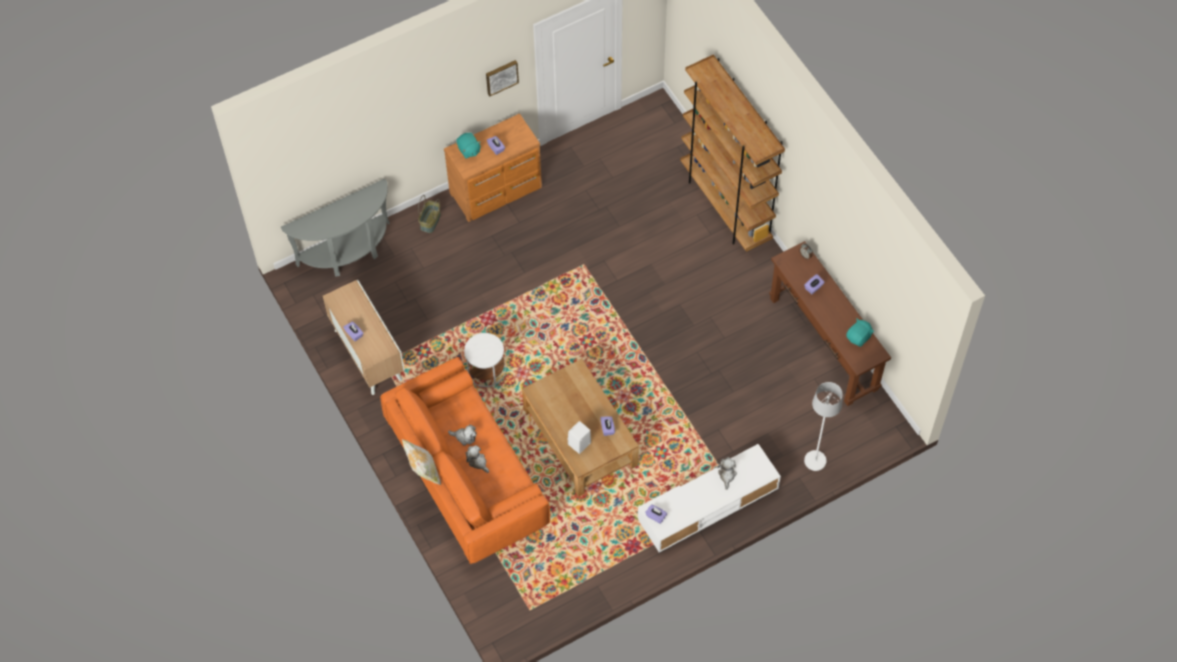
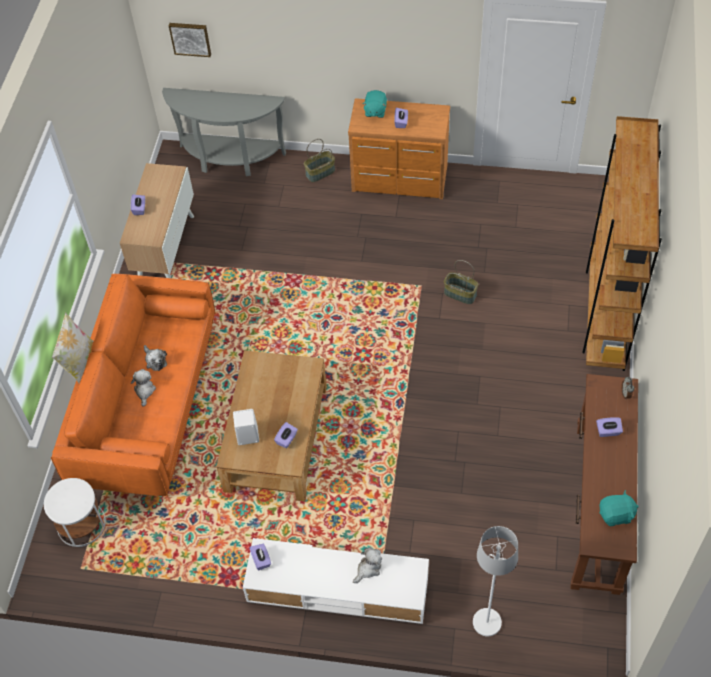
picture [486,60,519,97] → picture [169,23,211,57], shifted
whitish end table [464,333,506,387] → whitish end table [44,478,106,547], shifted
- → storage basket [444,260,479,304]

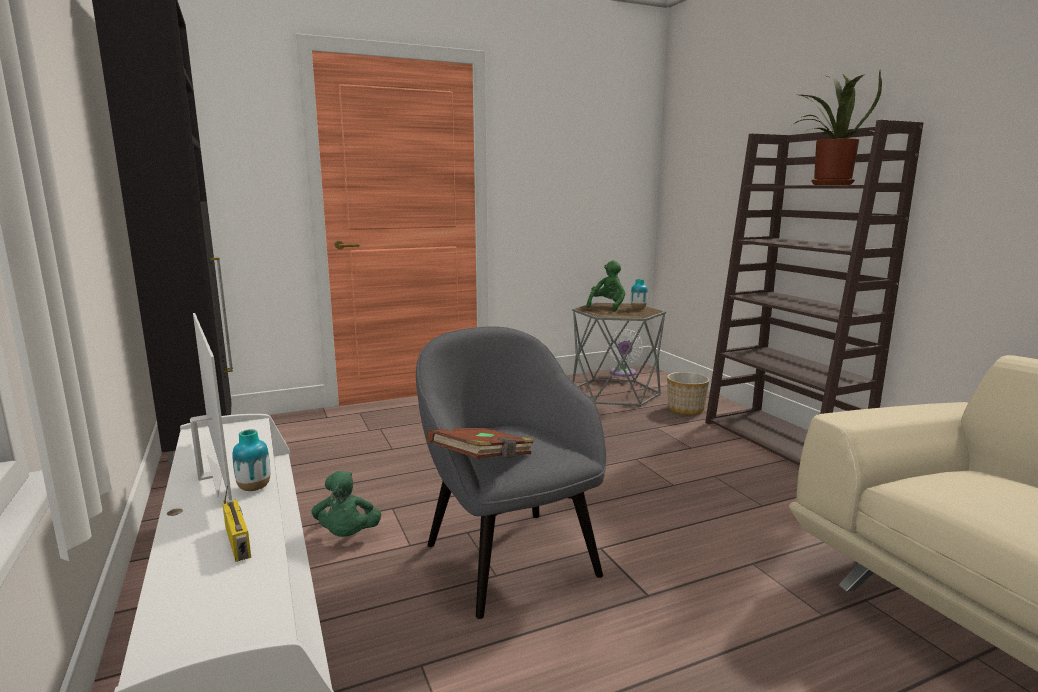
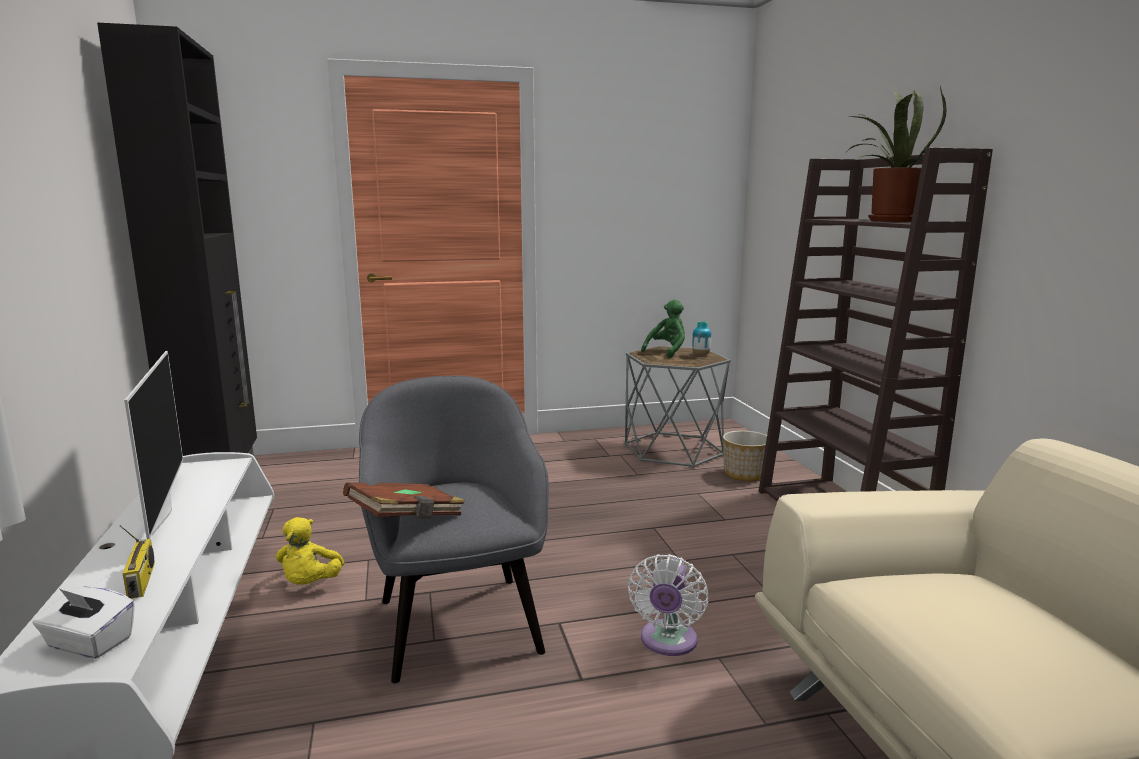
whitish fan [607,329,643,377] → whitish fan [628,554,708,656], shifted
vase [232,429,270,491] → -
greenish plush toy [311,471,381,537] → yellow plush toy [276,517,344,585]
- → whitish tissue holder [33,586,135,659]

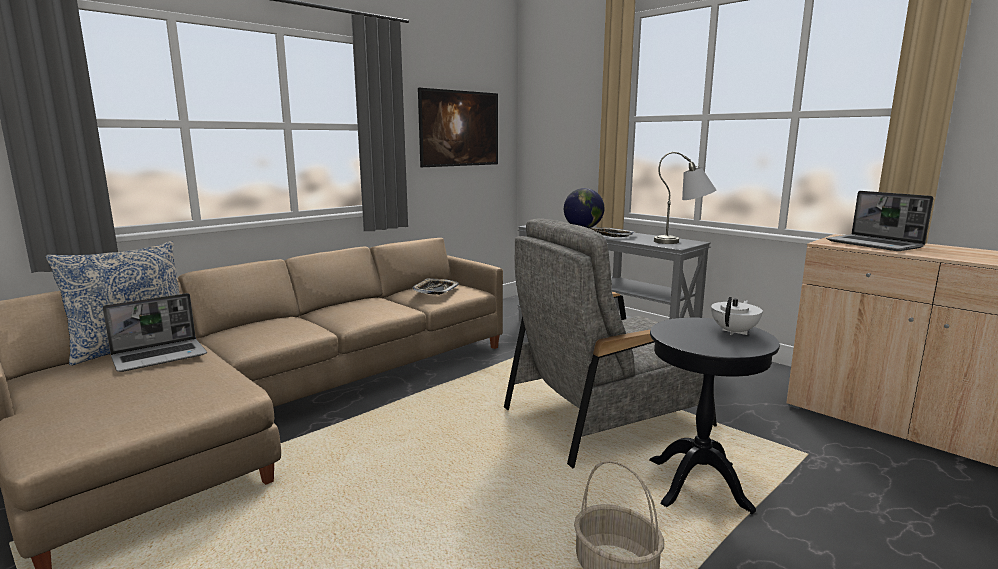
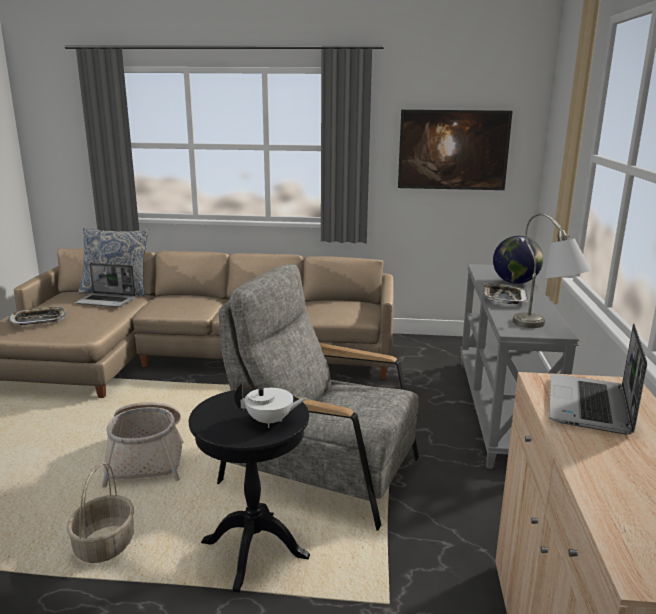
carrying tray [412,279,459,295] → carrying tray [8,306,66,325], shifted
- → storage basket [101,402,184,488]

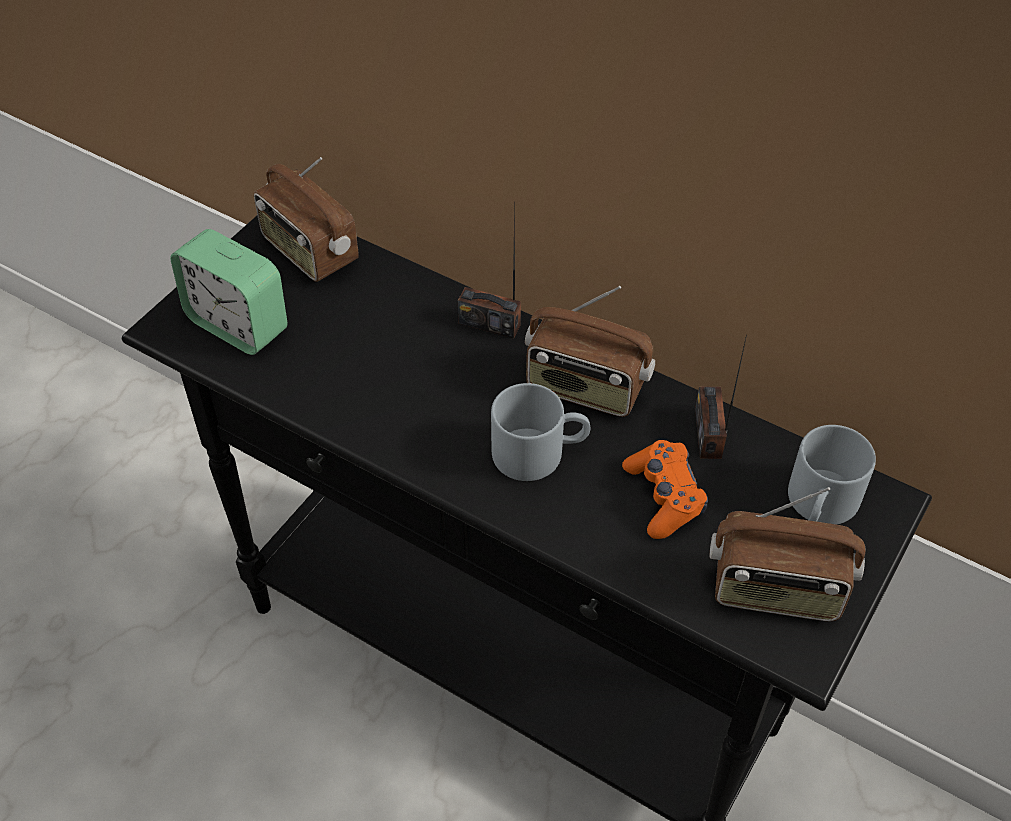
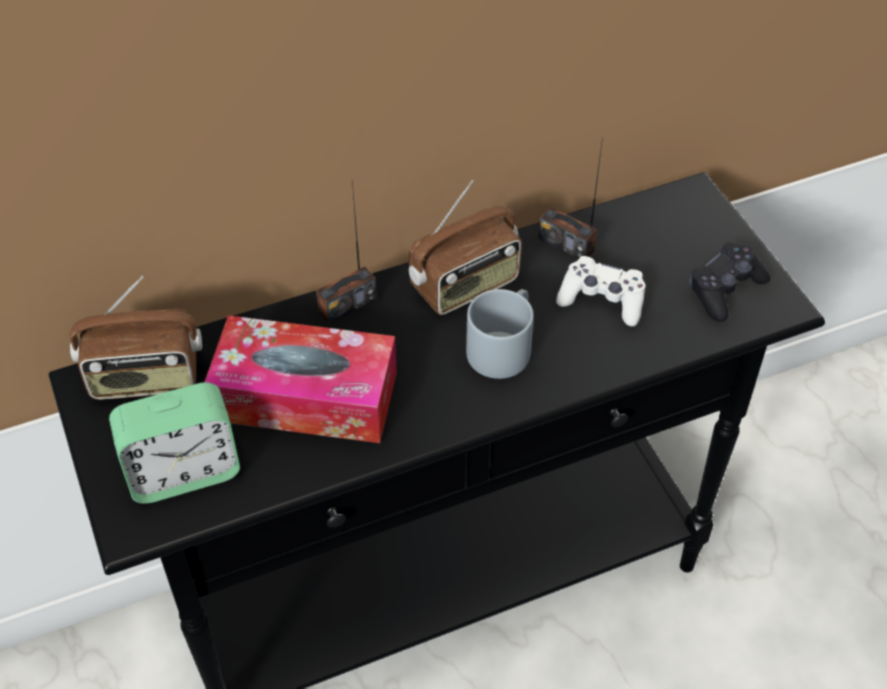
greyish mug [788,425,876,525] → -
orange game controller [622,440,708,539] → whitish game controller [556,256,645,326]
radio set [710,487,865,621] → blackish game controller [689,242,770,322]
- → tissue holder [205,315,397,443]

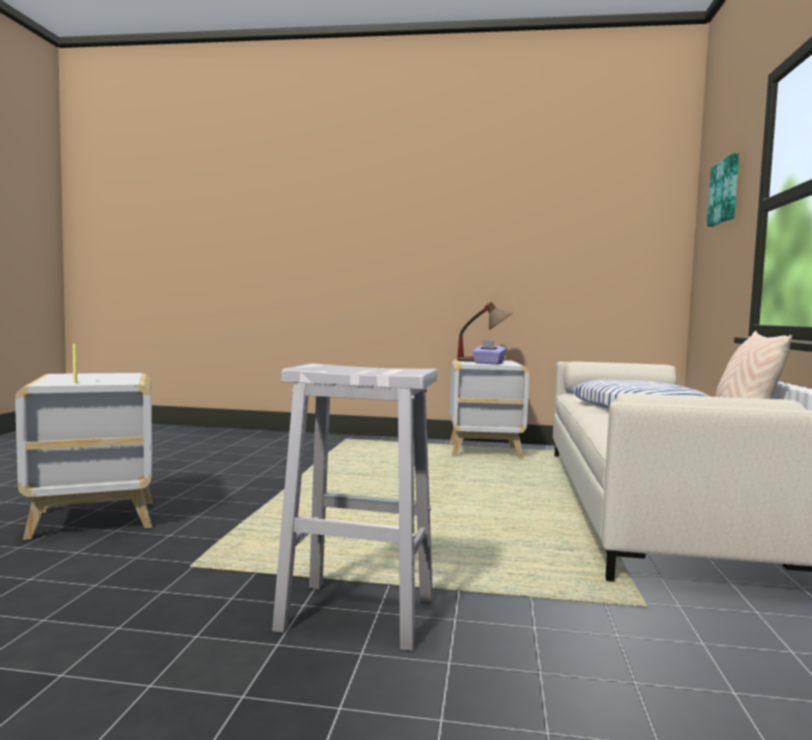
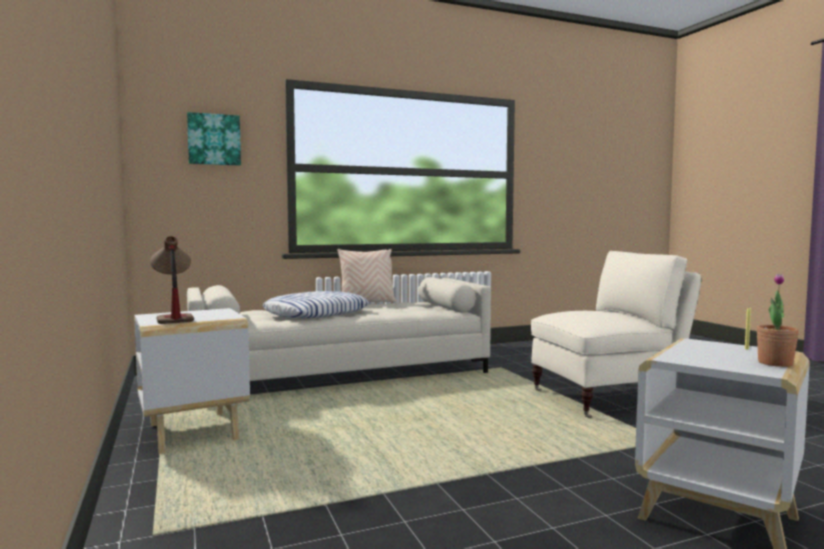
purple tissue holder [472,340,506,365] → -
whitish stool seat [272,363,437,651] → sand-coloured easy chair [531,251,701,418]
- → plant in a pot [756,274,799,367]

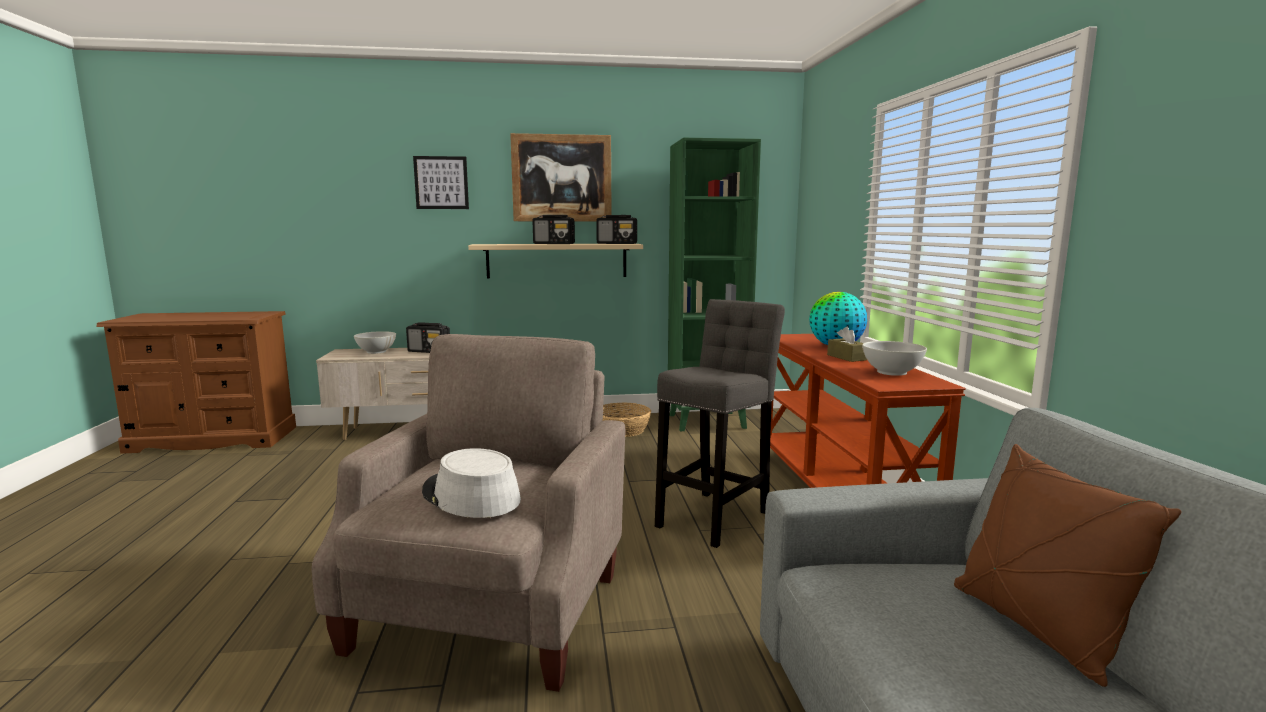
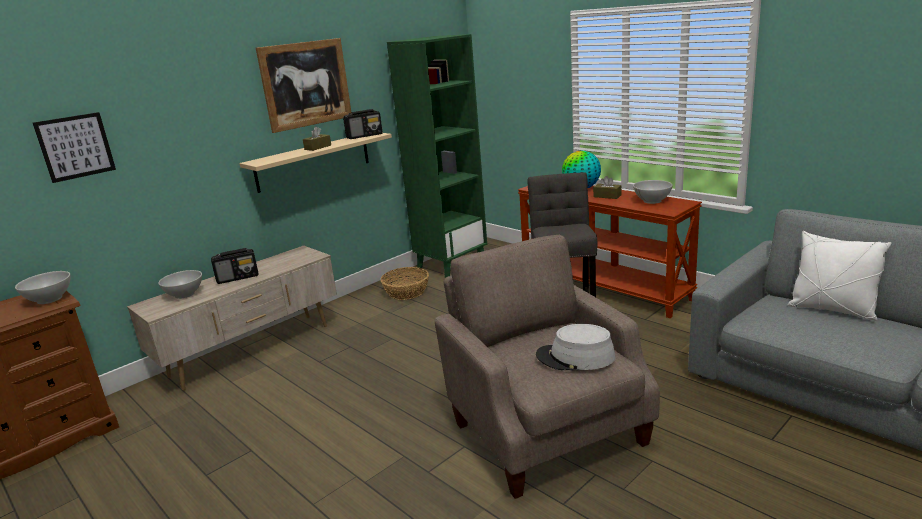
picture [413,156,469,209] → picture [33,112,116,183], shifted
radio set [532,215,575,244] → brown tissue holder [303,127,331,151]
brown throw pillow [954,444,1181,687] → whitish throw pillow [788,231,891,320]
- → whitish deep dish [15,271,71,304]

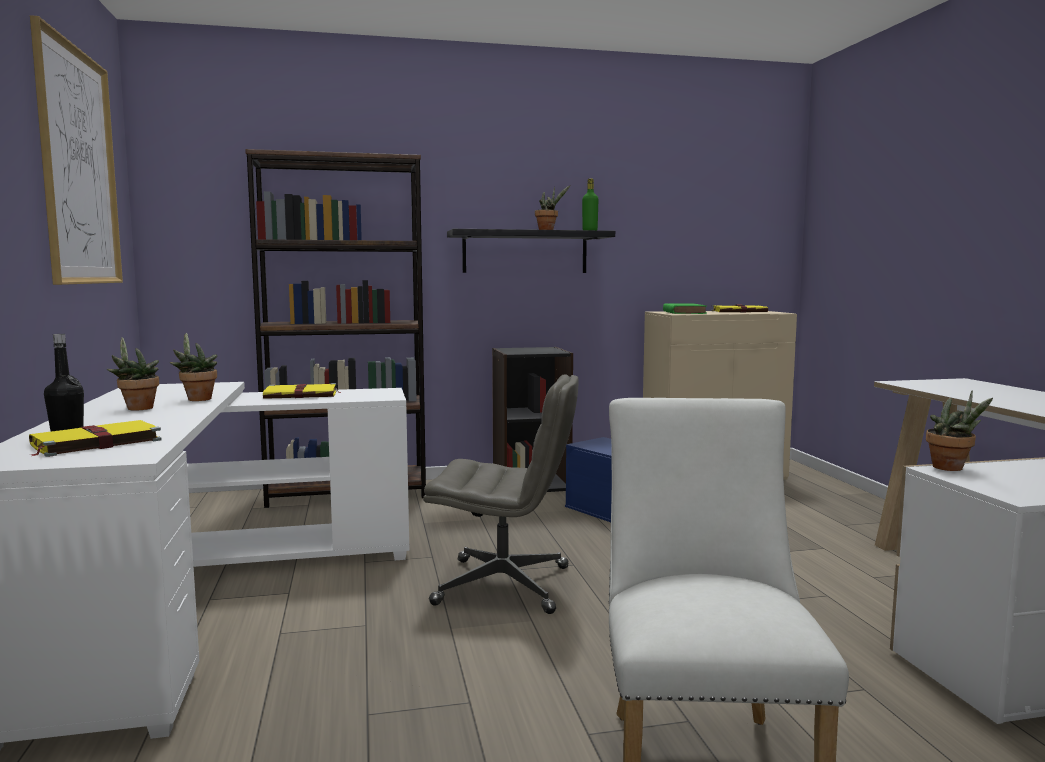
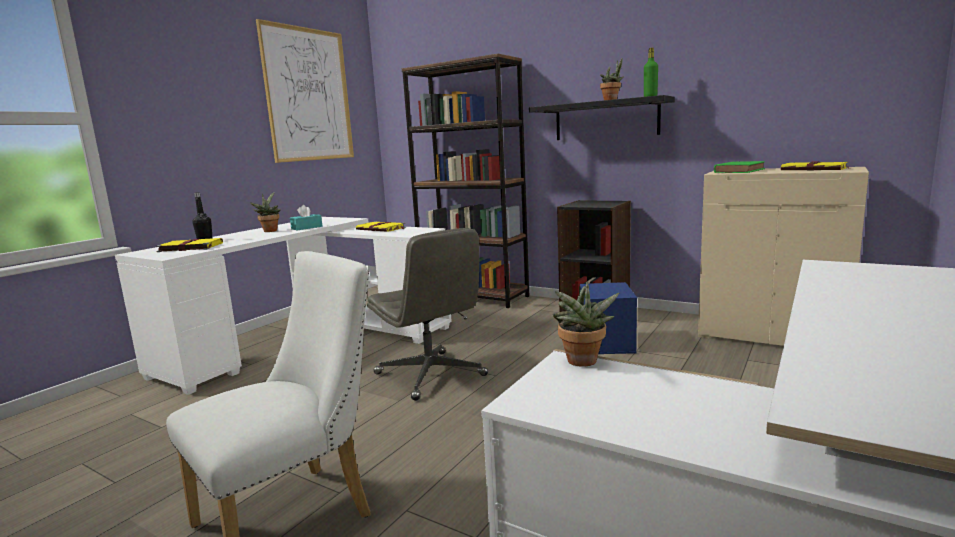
plant in a pot [170,333,218,401] → turquoise-coloured tissue holder [290,205,322,230]

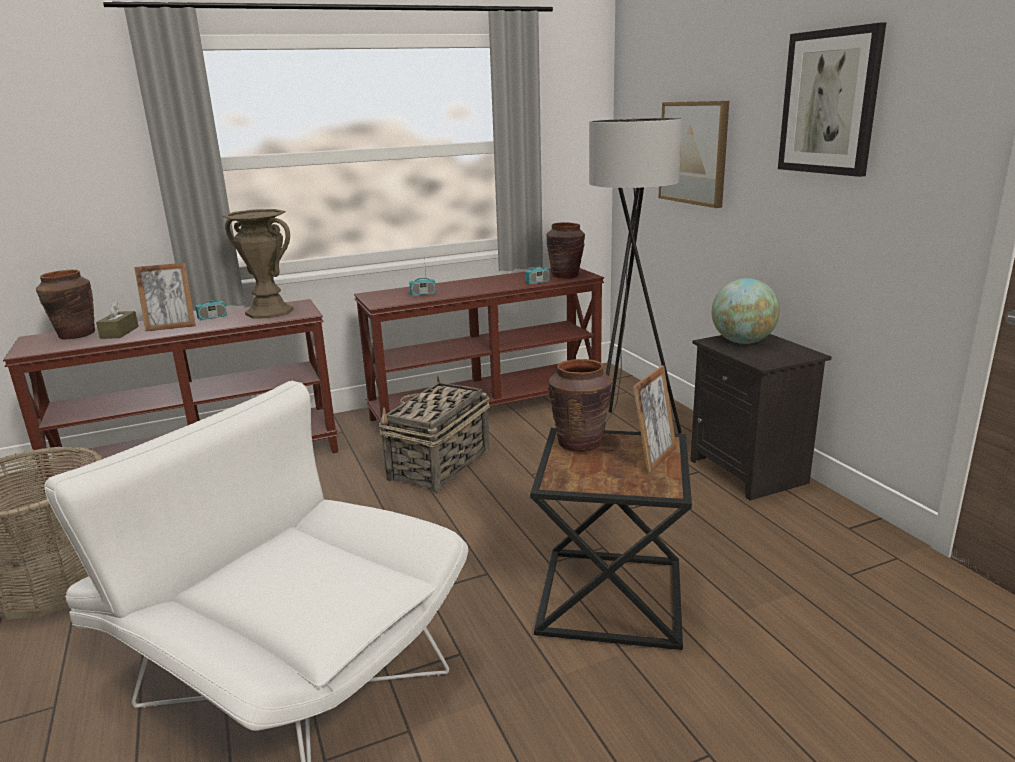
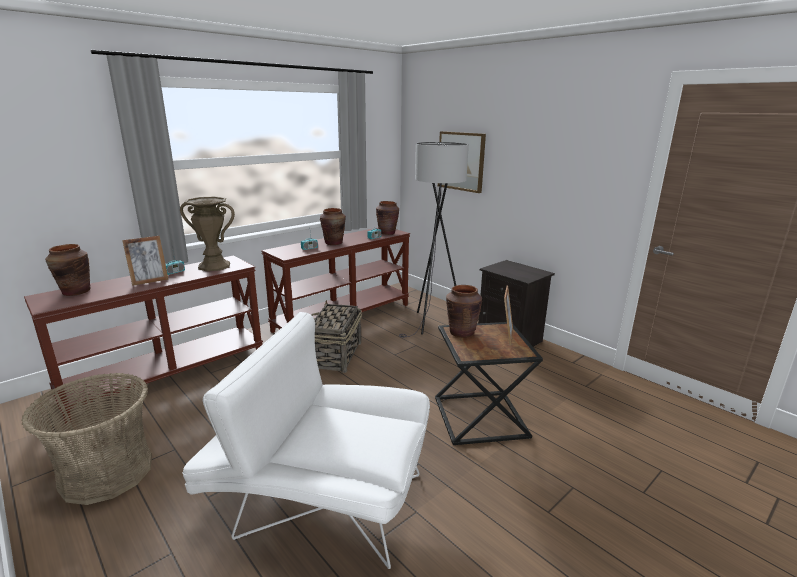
picture [778,23,886,177] → -
globe [712,278,780,344] → -
brown tissue holder [96,300,139,339] → -
- → brown vase [320,208,346,245]

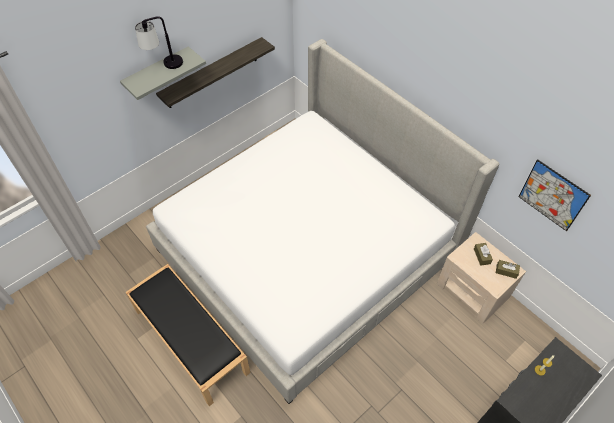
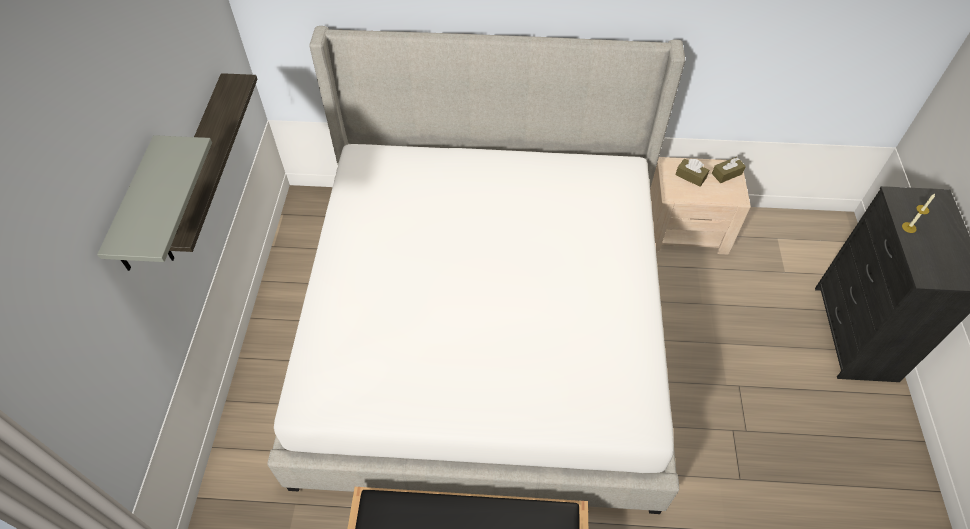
lamp for a table [135,16,183,69] → -
picture [518,159,591,231] → -

